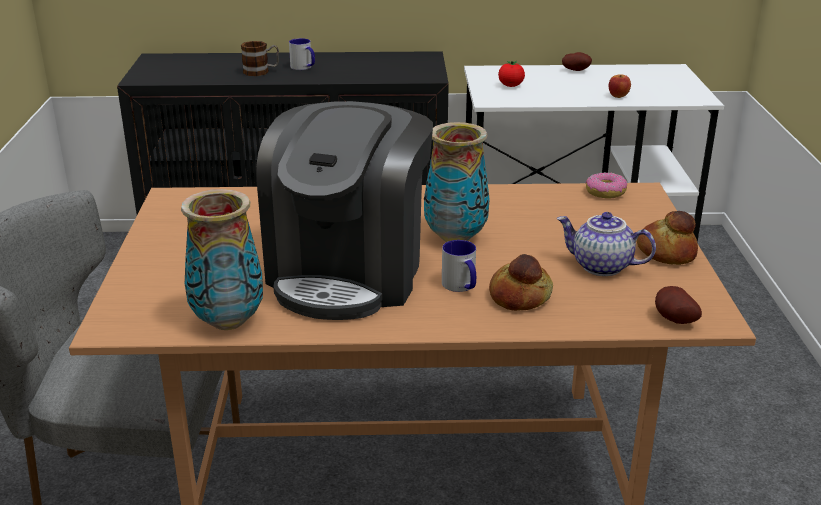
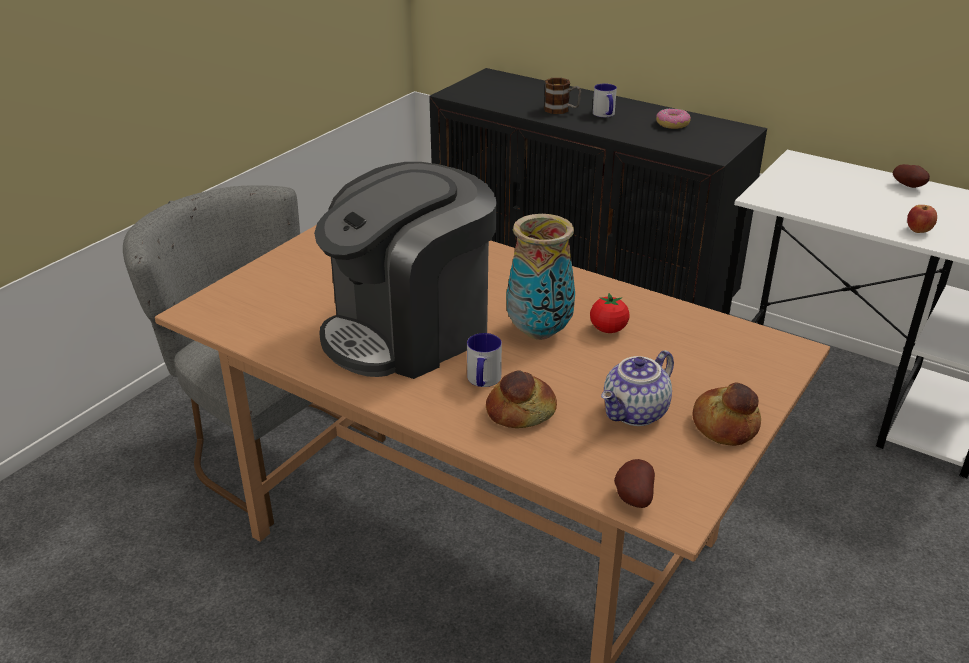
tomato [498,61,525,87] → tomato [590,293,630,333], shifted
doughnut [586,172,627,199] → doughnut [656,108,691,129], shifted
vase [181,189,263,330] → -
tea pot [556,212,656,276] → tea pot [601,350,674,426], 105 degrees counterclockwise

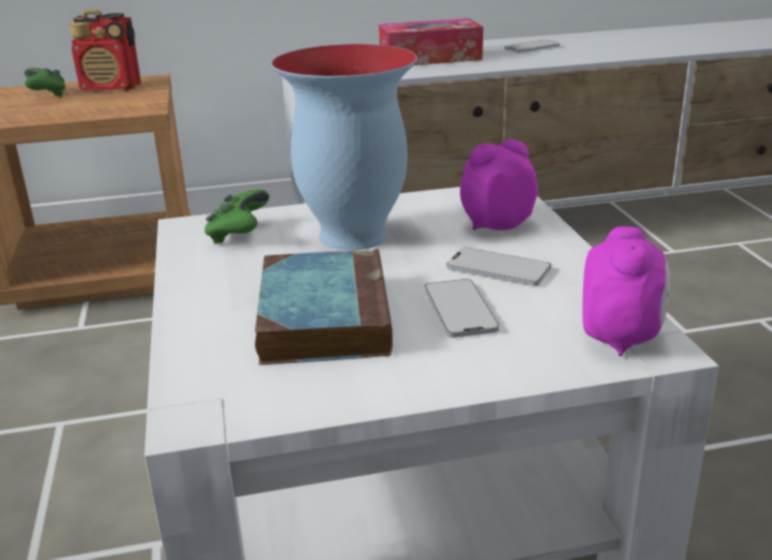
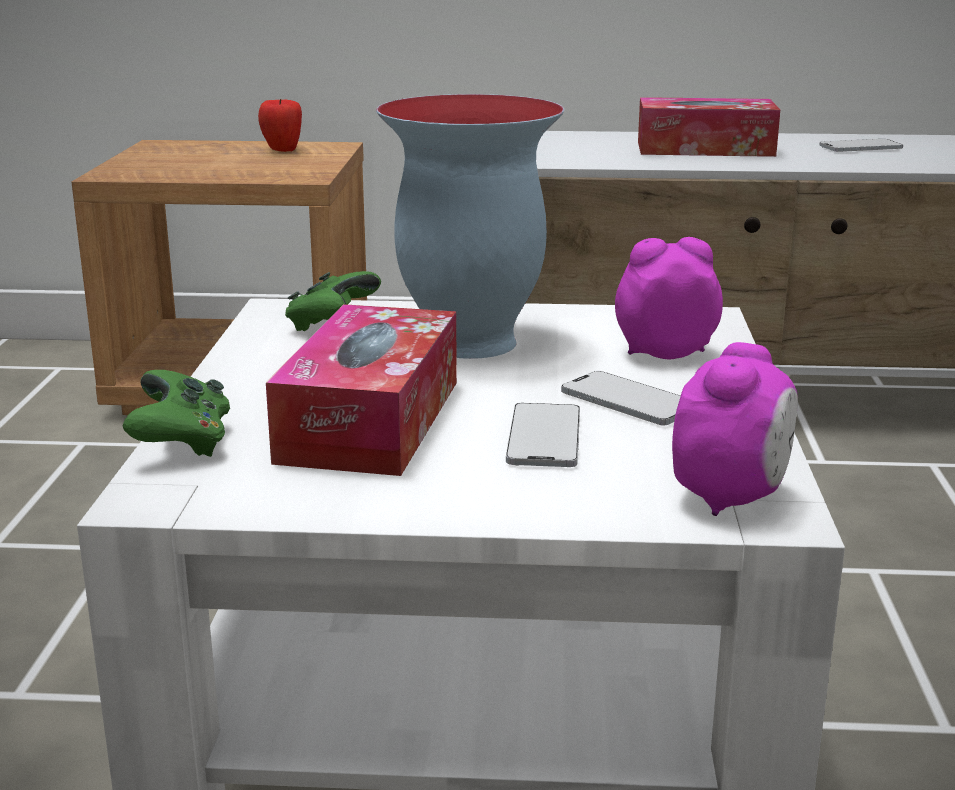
radio set [69,10,141,90] → apple fruit [258,99,302,152]
greenish game controller [24,68,66,96] → greenish game controller [123,370,230,457], shifted
volume [255,249,393,365] → tissue holder [266,304,457,476]

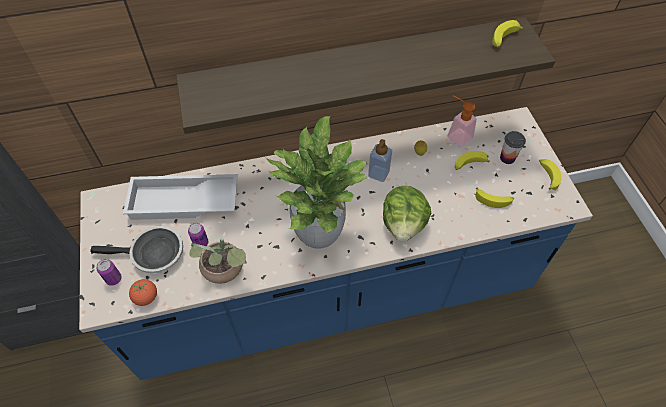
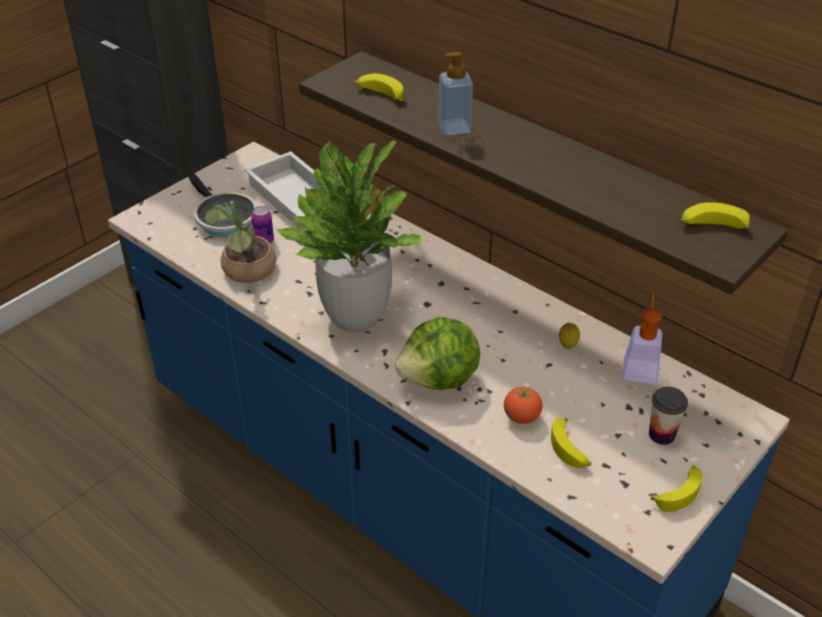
soap bottle [368,139,392,182] → soap bottle [438,52,473,135], shifted
banana fruit [455,151,490,170] → banana fruit [354,73,404,101], shifted
sealed can [97,259,122,286] → -
tomato [129,279,157,306] → tomato [504,387,542,424], shifted

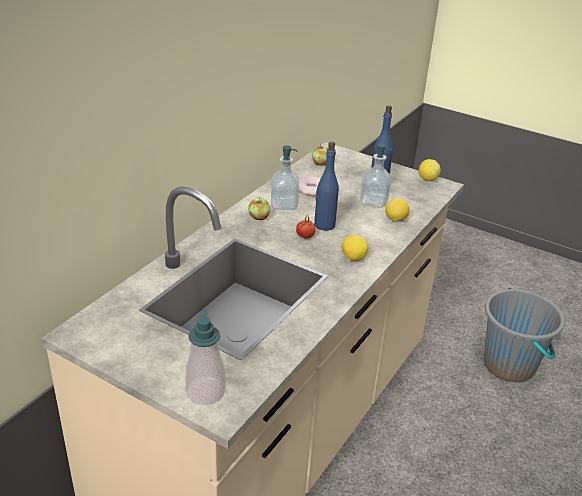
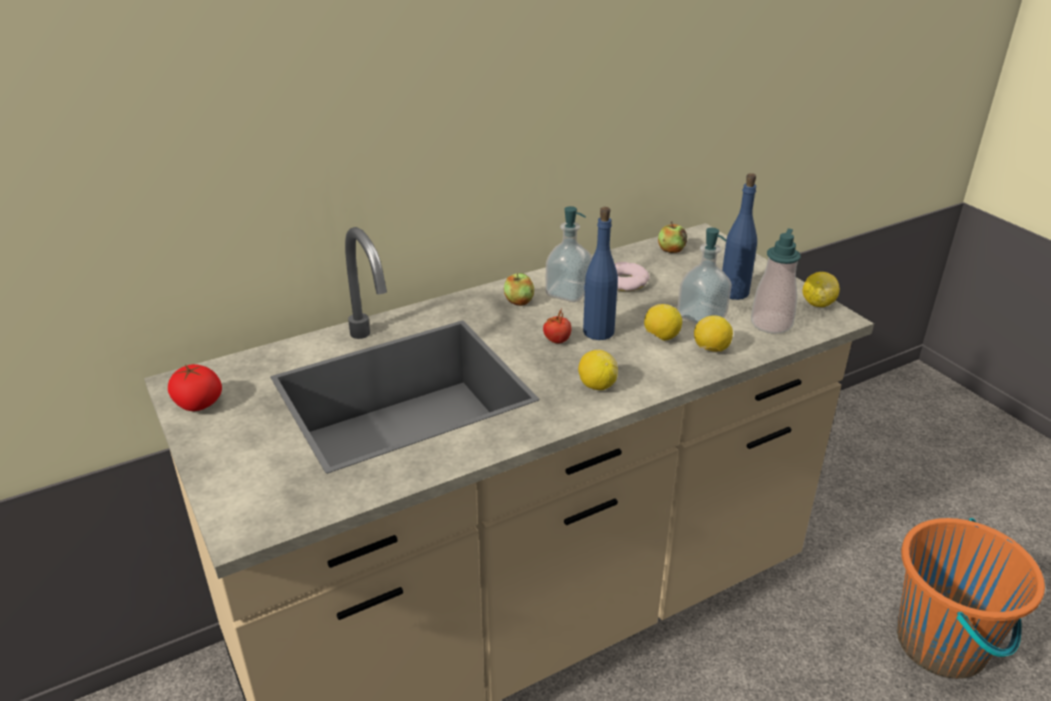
greyish pail [484,287,565,382] → orange pail [897,518,1045,679]
soap bottle [185,310,226,405] → soap bottle [751,228,801,334], shifted
- → whole lemon [644,304,682,341]
- → tomato [168,364,222,411]

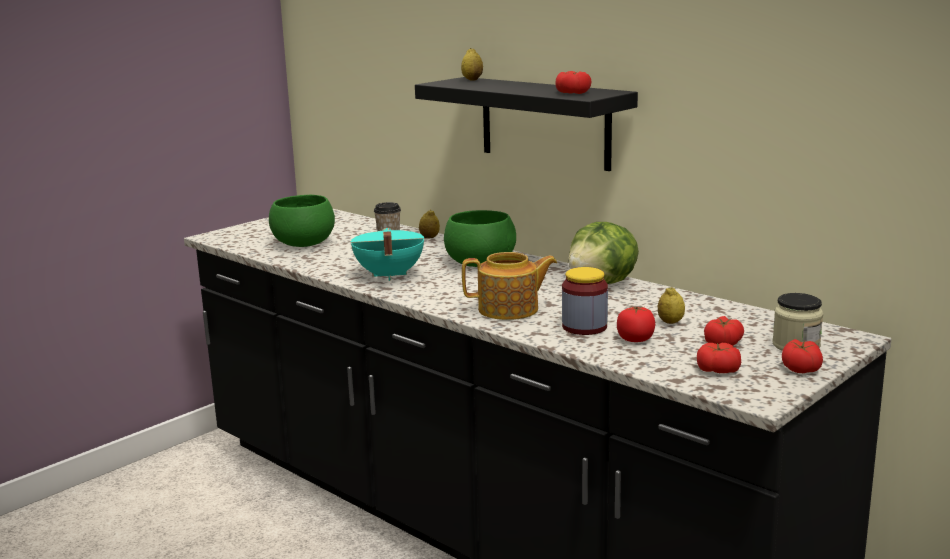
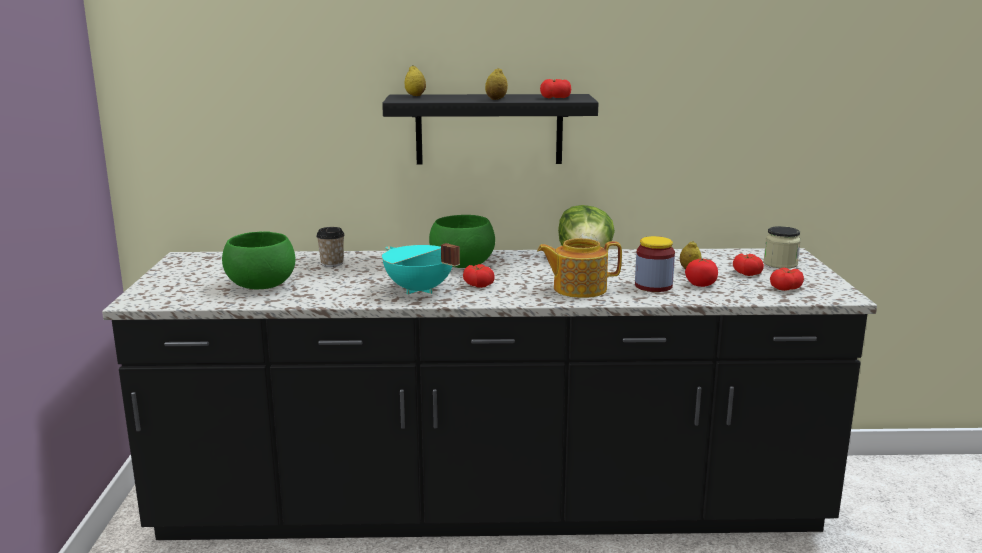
whole lemon [419,210,440,239] → whole lemon [485,68,508,100], shifted
tea pot [462,252,557,320] → tea pot [537,238,622,298], 135 degrees counterclockwise
tomato [782,339,823,373] → tomato [463,264,495,288], shifted

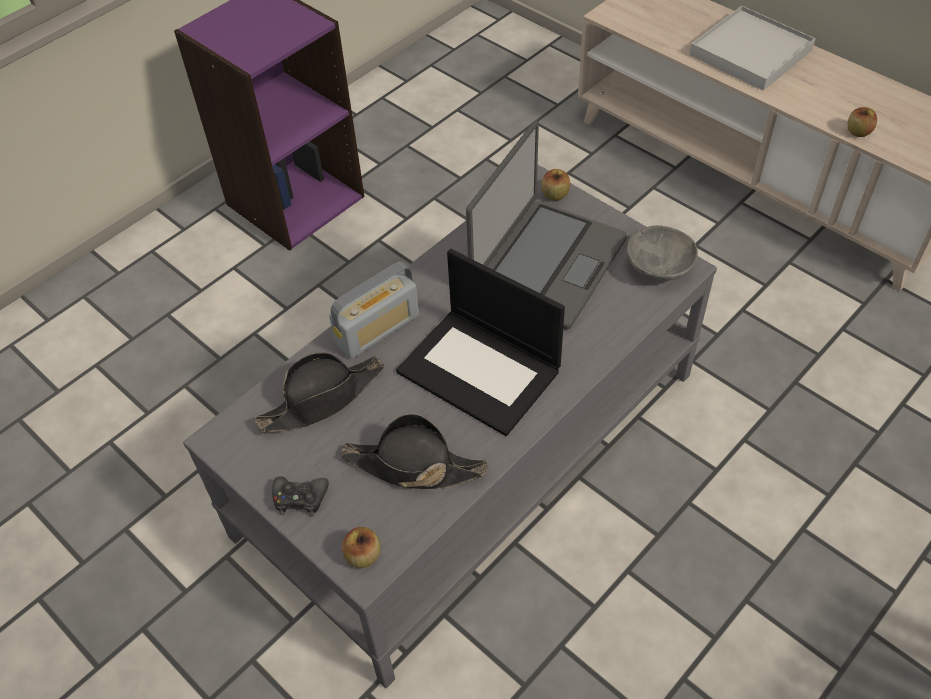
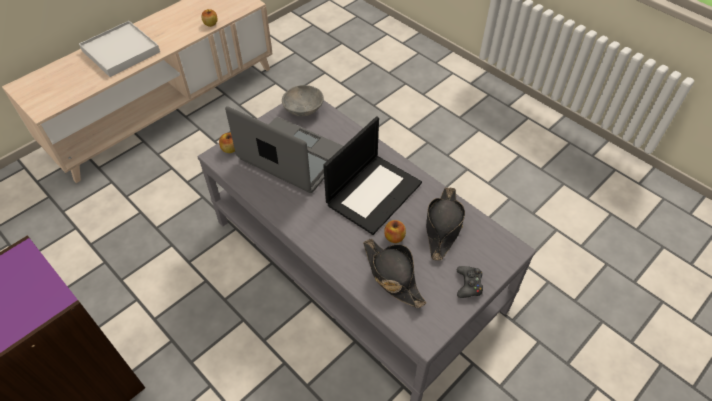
radio set [329,262,419,359] → -
apple fruit [342,527,381,568] → apple fruit [384,220,406,243], shifted

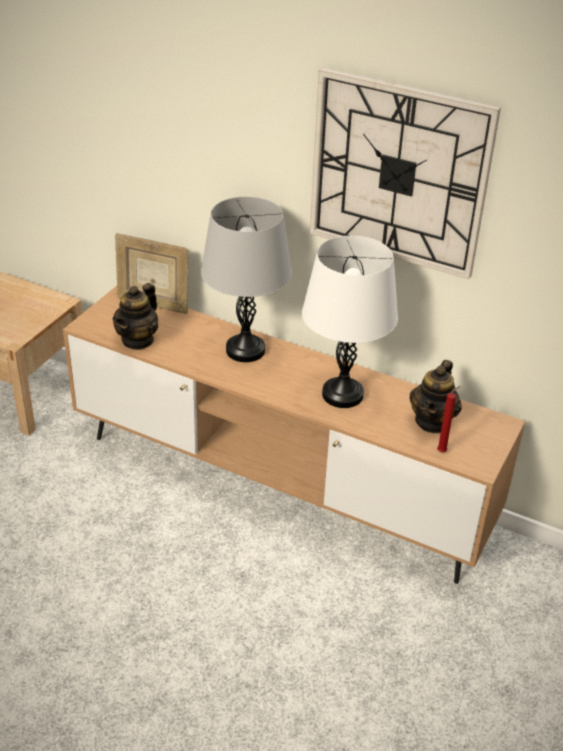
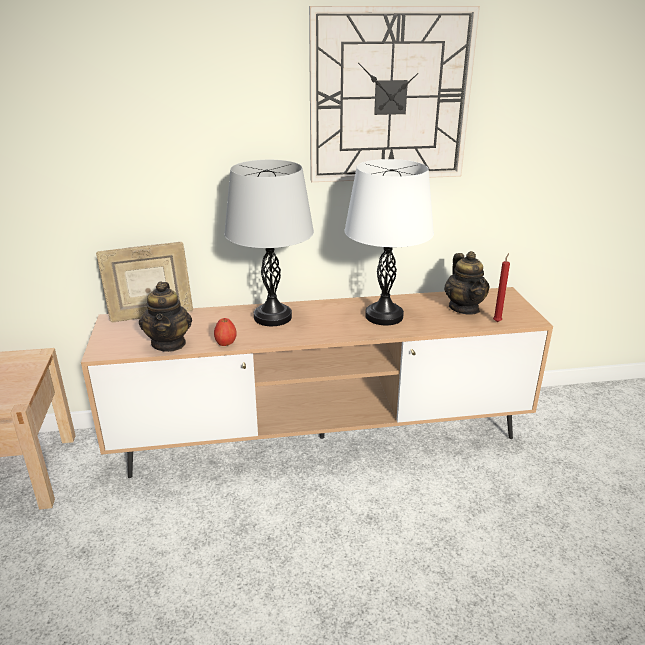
- → apple fruit [214,318,237,346]

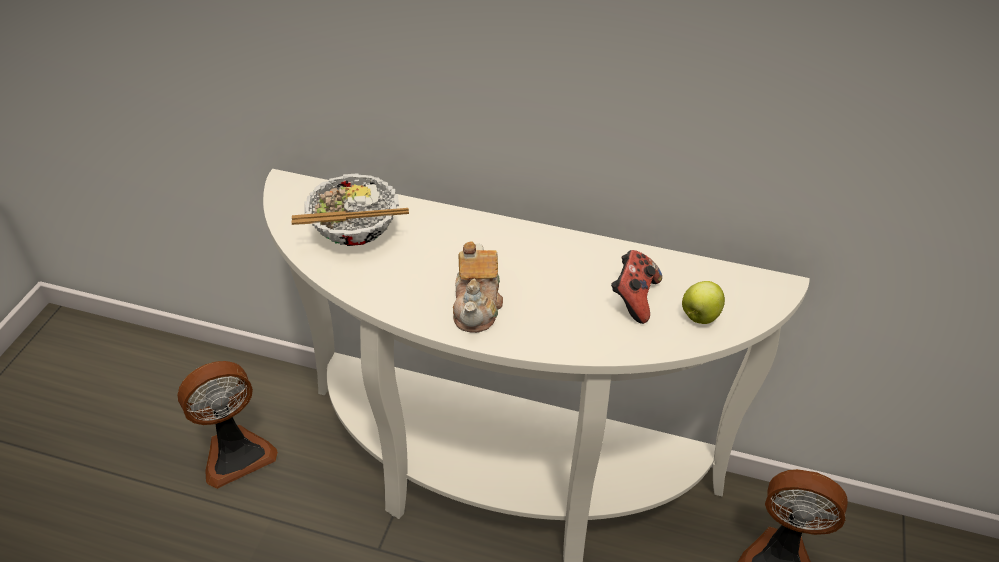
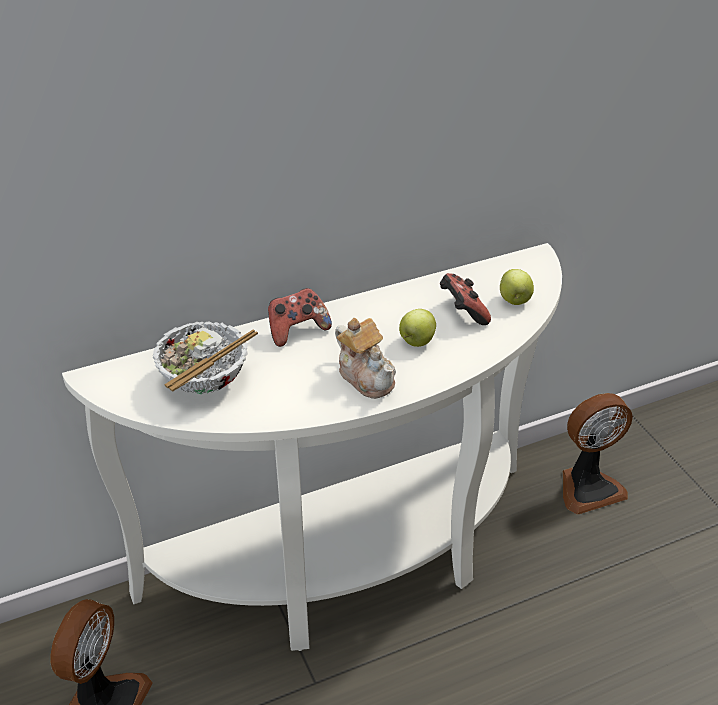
- → game controller [268,288,332,347]
- → apple fruit [399,309,436,347]

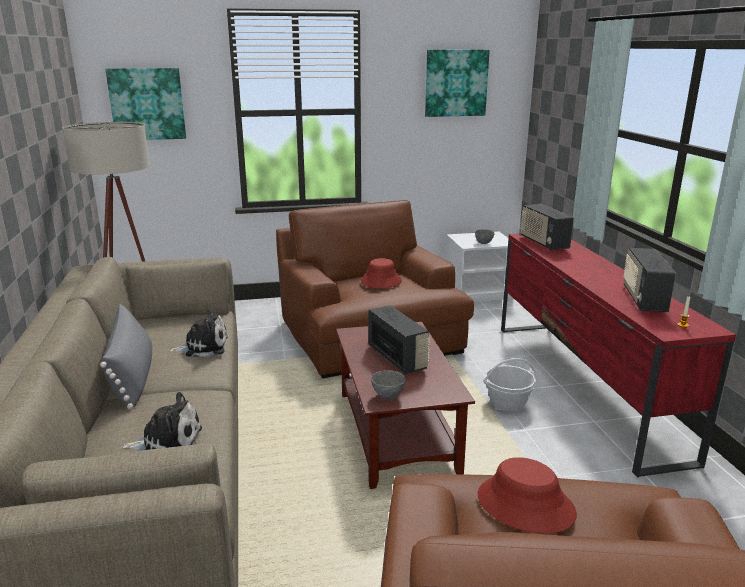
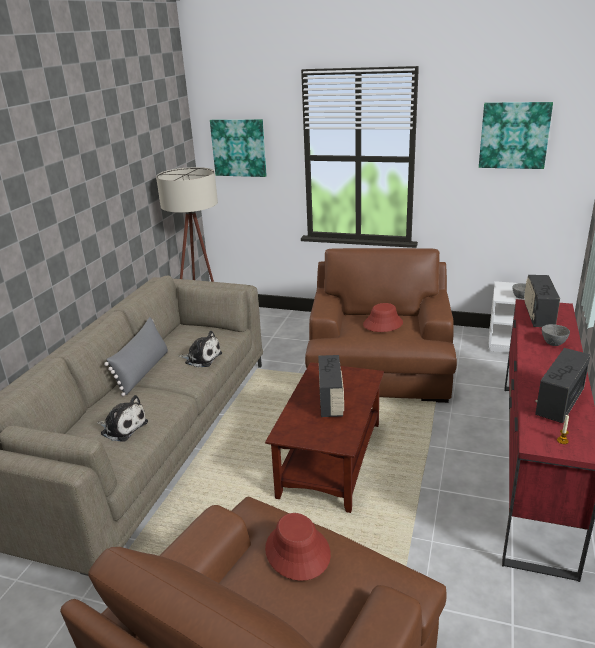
storage basket [484,358,536,411] → -
greyish deep dish [371,370,406,399] → greyish deep dish [542,324,570,346], shifted

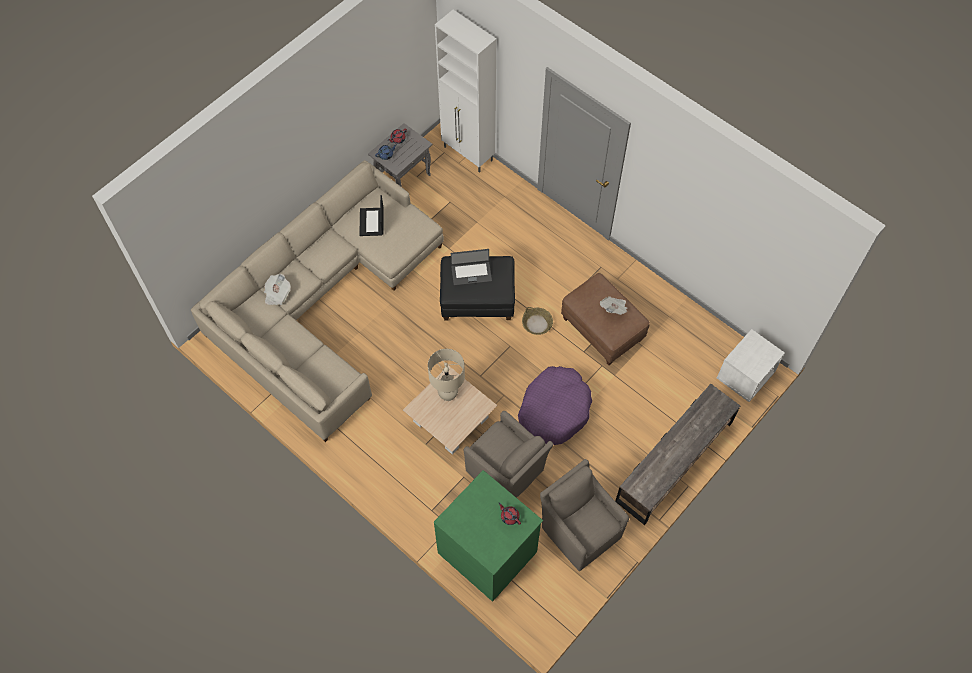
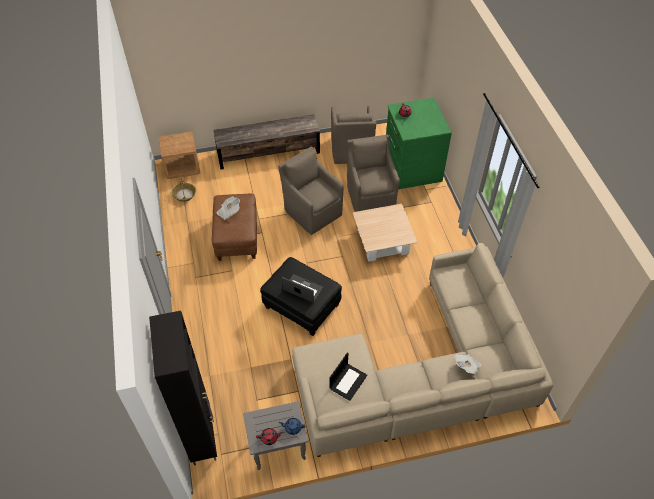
whitish cabinet [435,10,496,173] → blackish cabinet [149,311,217,465]
storage basket [522,307,553,335] → storage basket [172,178,196,202], shifted
whitish nightstand [717,329,785,402] → brown nightstand [159,132,200,179]
sand-coloured lamp for a table [428,349,465,401] → -
purple pet bed [518,366,592,445] → brown easy chair [278,146,344,235]

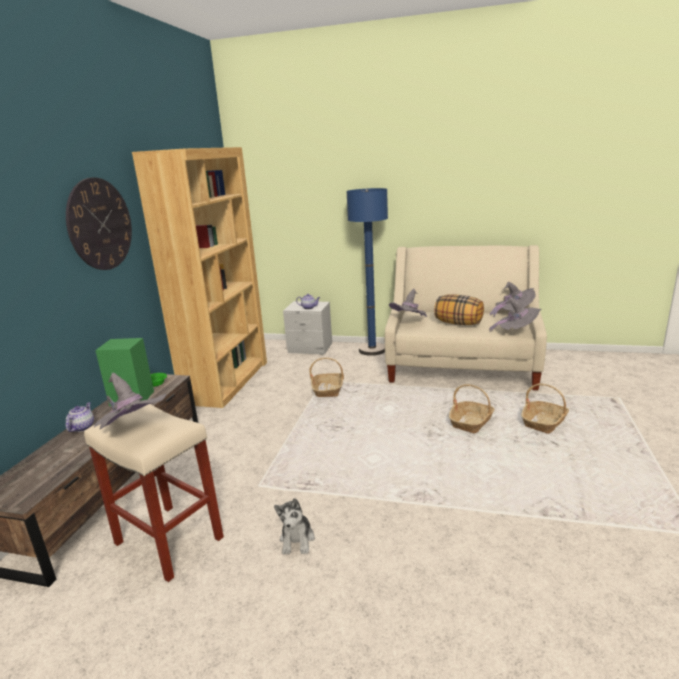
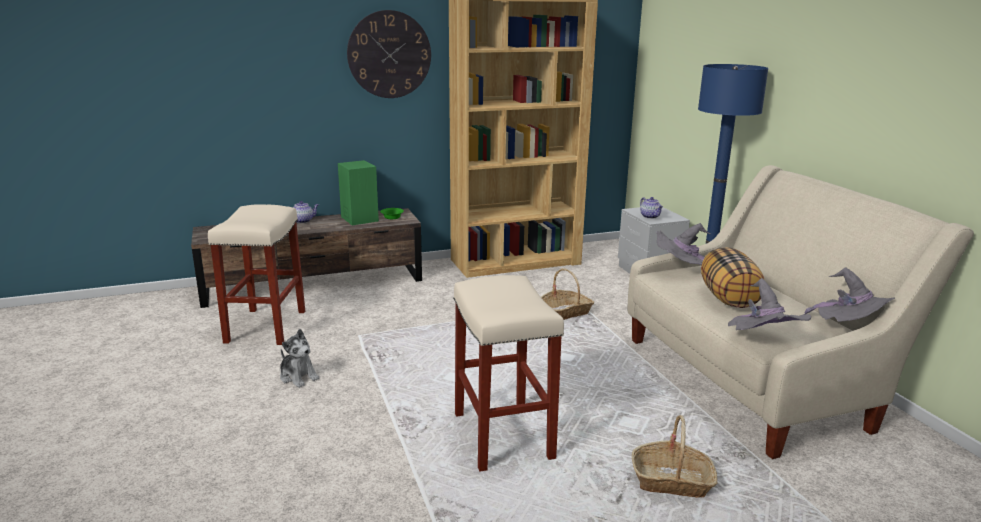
greyish hat [94,373,166,429] → -
storage basket [449,384,494,433] → -
plush toy [274,498,315,555] → plush toy [280,329,319,388], 105 degrees counterclockwise
- → sand-coloured stool seat [453,275,564,472]

